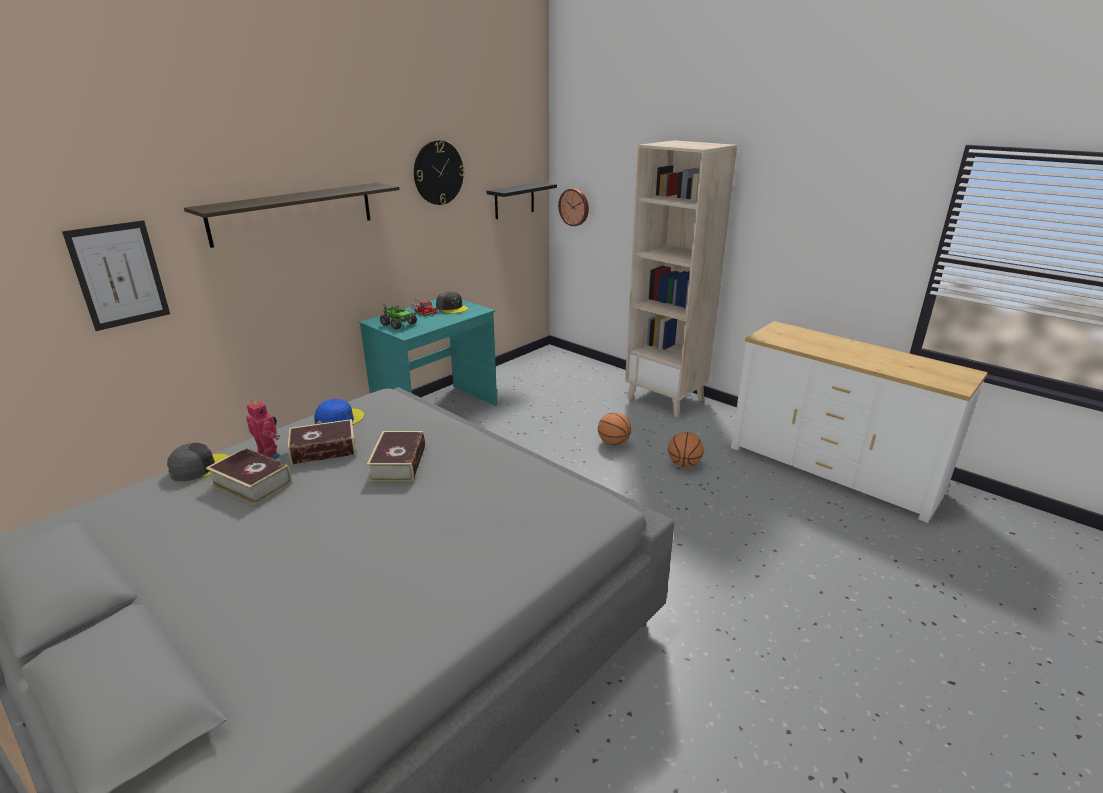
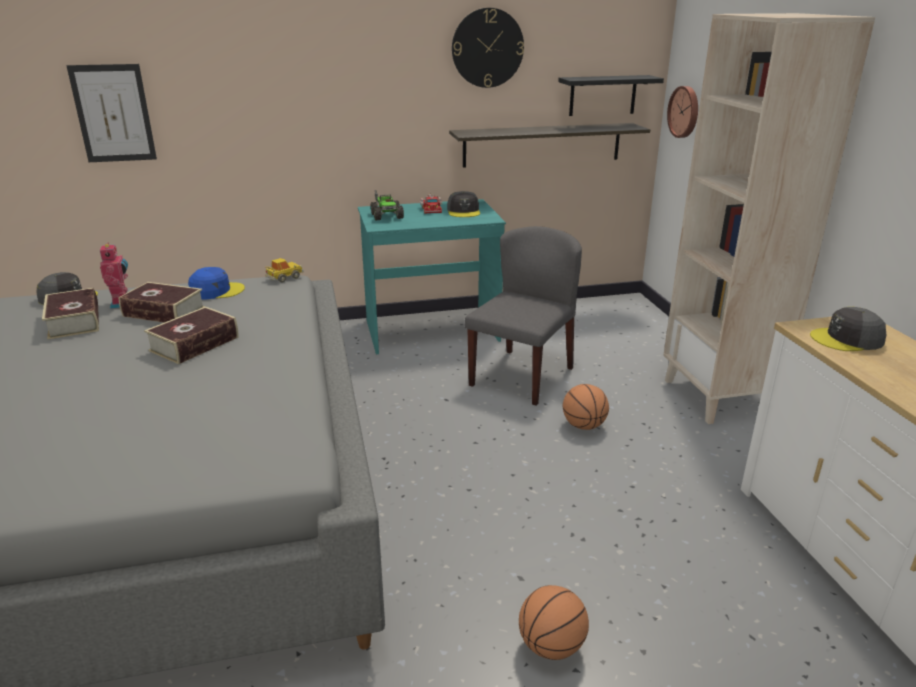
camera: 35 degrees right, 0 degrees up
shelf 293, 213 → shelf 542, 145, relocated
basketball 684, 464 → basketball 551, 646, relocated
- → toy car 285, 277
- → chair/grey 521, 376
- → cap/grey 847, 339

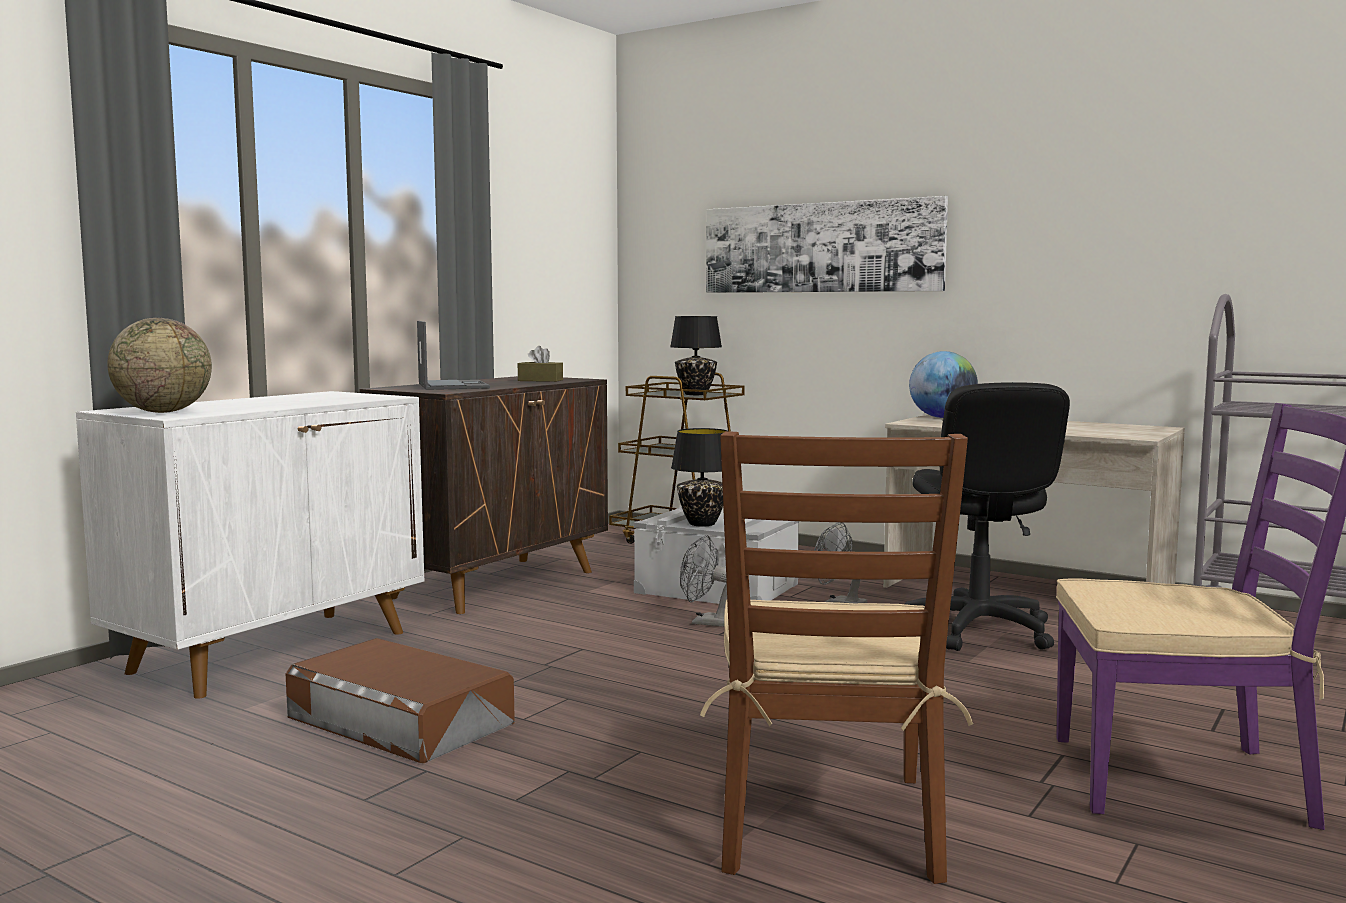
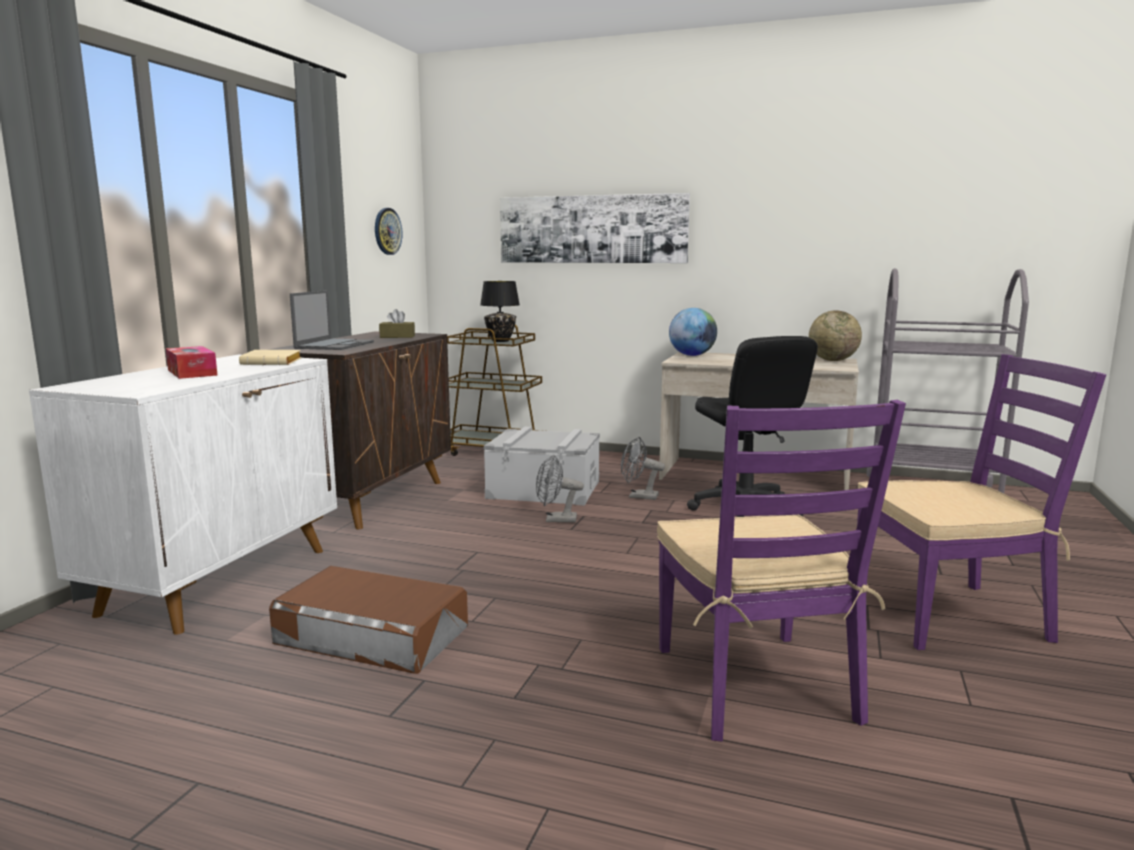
camera: 15 degrees left, 5 degrees up
globe 163, 412 → globe 832, 360, relocated
laptop 452, 386 → laptop 335, 345, 45 degrees clockwise
table lamp/black 703, 524 → -
chair/brown 827, 823 → chair/purple 756, 684
- → tissue box 192, 372
- → book/beige 273, 363
- → wall clock 387, 231

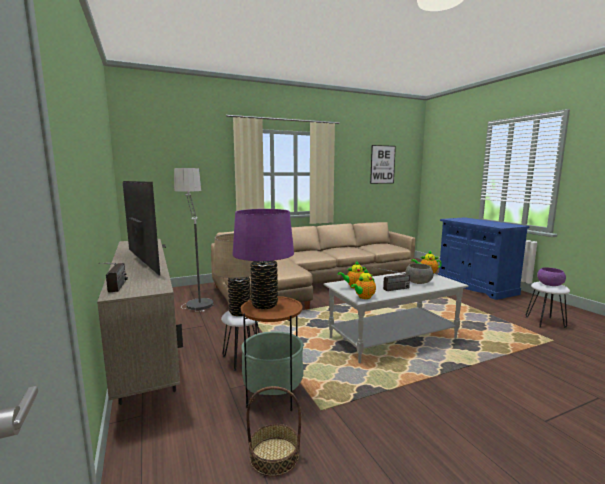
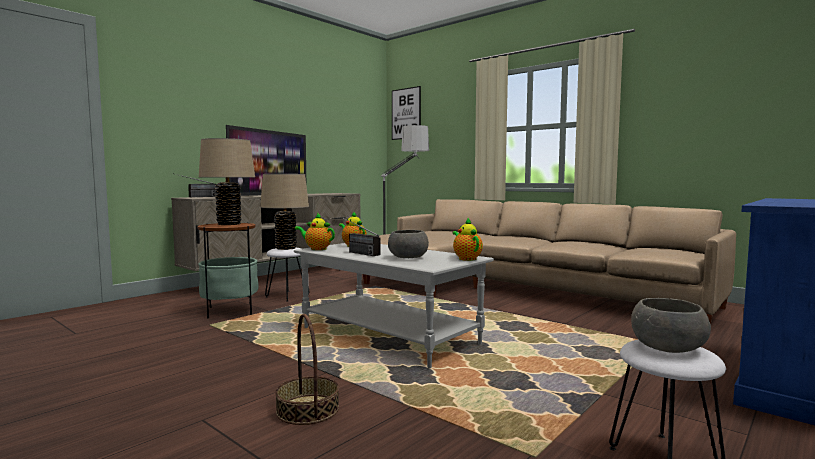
camera: 65 degrees right, 5 degrees down
table lamp/purple 264, 305 → table lamp/beige 229, 224
basket 274, 456 → basket 307, 409, relocated
picture 382, 164 → picture 406, 113, relocated
bowl/purple 550, 284 → bowl/grey 667, 348

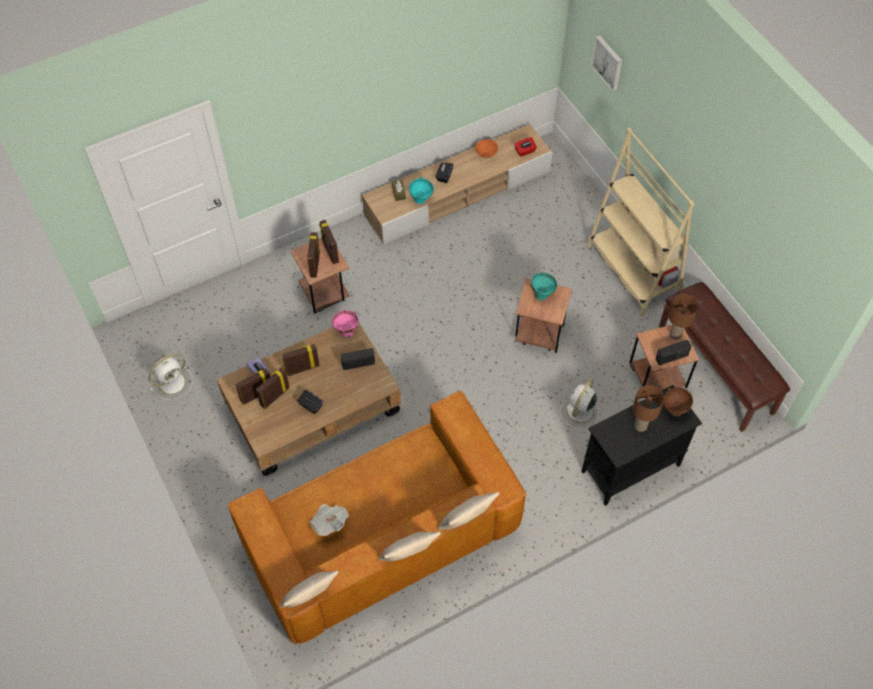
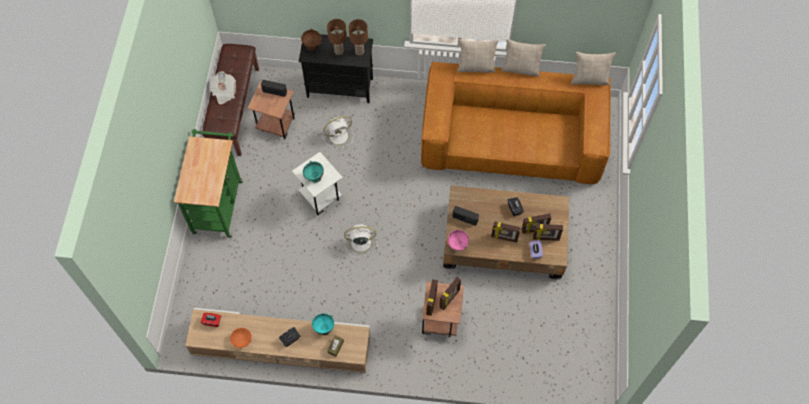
camera: 145 degrees left, 5 degrees up
fan/white 173, 382 → fan/white 360, 242, relocated
newspaper 329, 522 → newspaper 224, 92, relocated
side table/brown 539, 335 → side table/white 320, 197
bookcase/beige 633, 270 → cart/green 218, 202
picture 608, 62 → -
table lamp/brown 675, 334 → table lamp/brown 359, 51, relocated

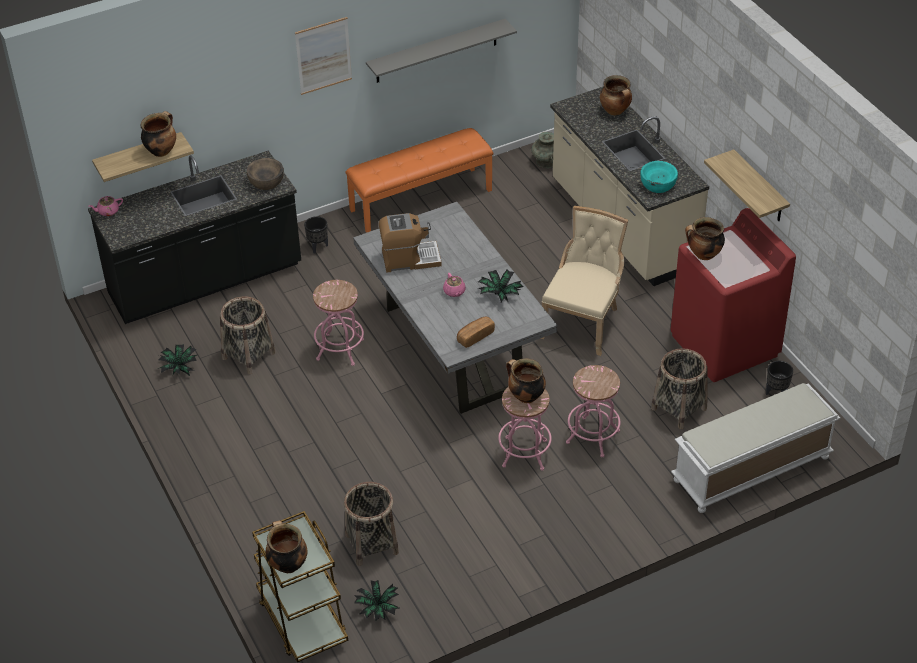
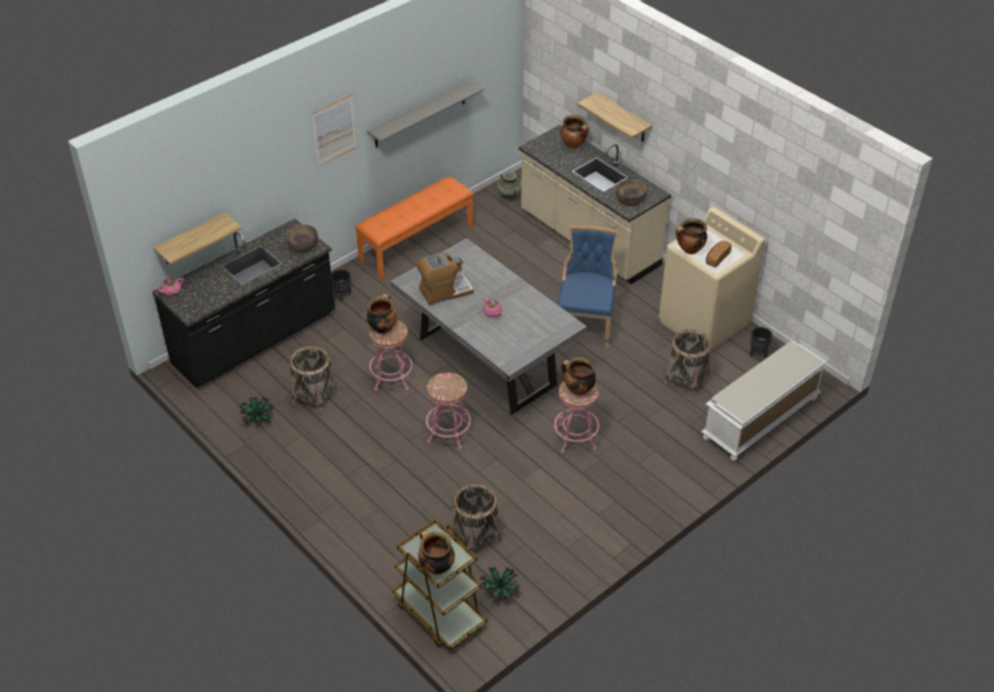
camera: 15 degrees left, 0 degrees up
cooking pot 161, 150 → cooking pot 382, 328, relocated
bread 475, 336 → bread 717, 258, relocated
potted plant 499, 294 → -
chair/beige 583, 322 → chair/blue 585, 322
stool/pink 593, 437 → stool/pink 448, 433, relocated
bowl/turquoise 658, 184 → bowl/brown 630, 199
washing machine/red 725, 346 → washing machine/beige 704, 323
shelf 759, 188 → shelf 623, 118, relocated

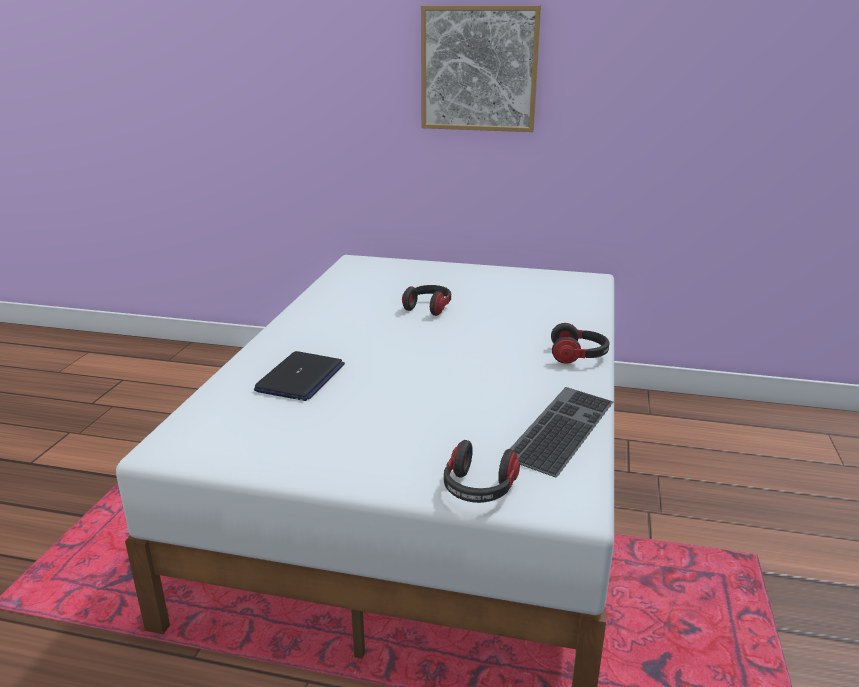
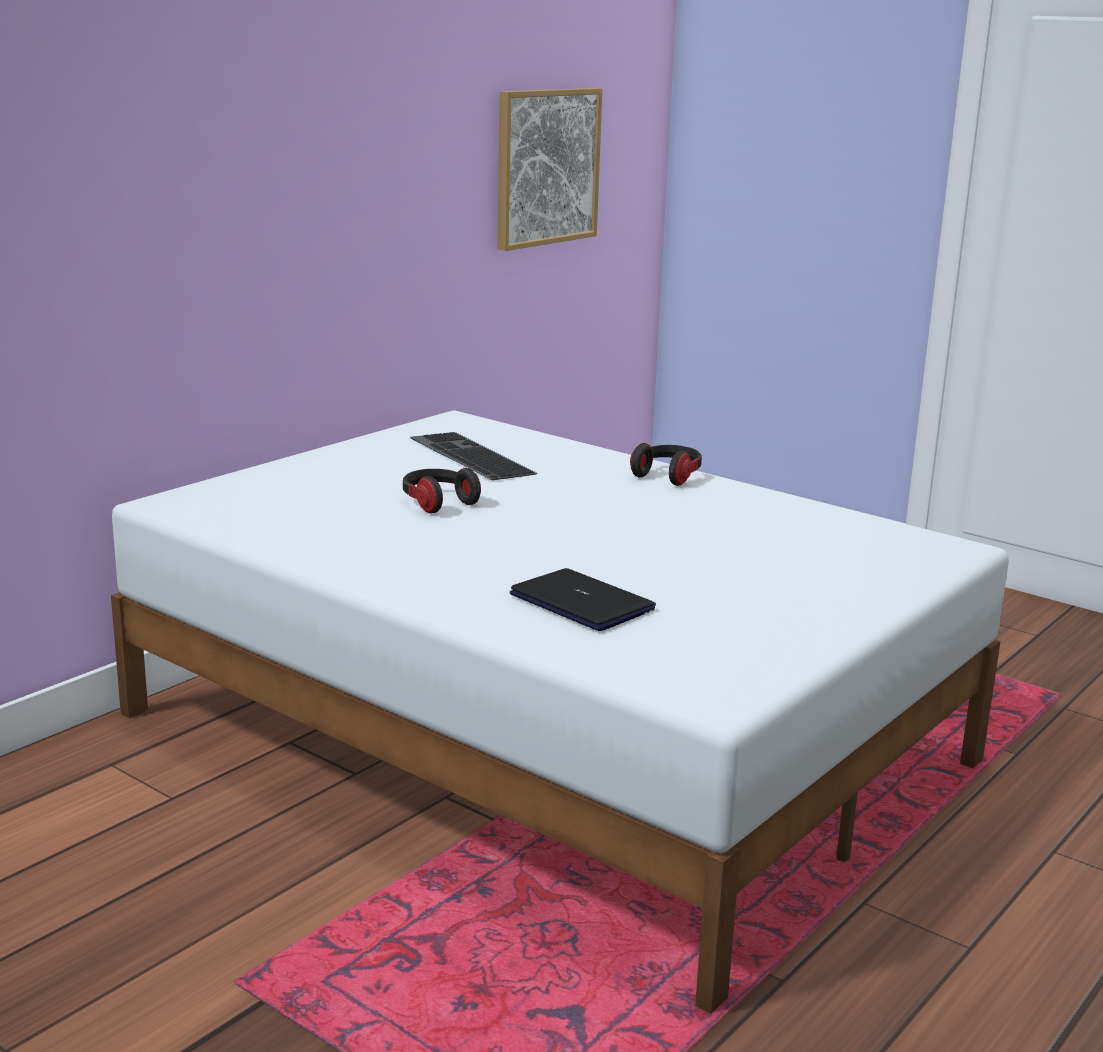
camera: 65 degrees left, 5 degrees down
picture 479, 69 → picture 546, 167, relocated
headphones 478, 489 → -
keyboard 559, 427 → keyboard 468, 456, relocated

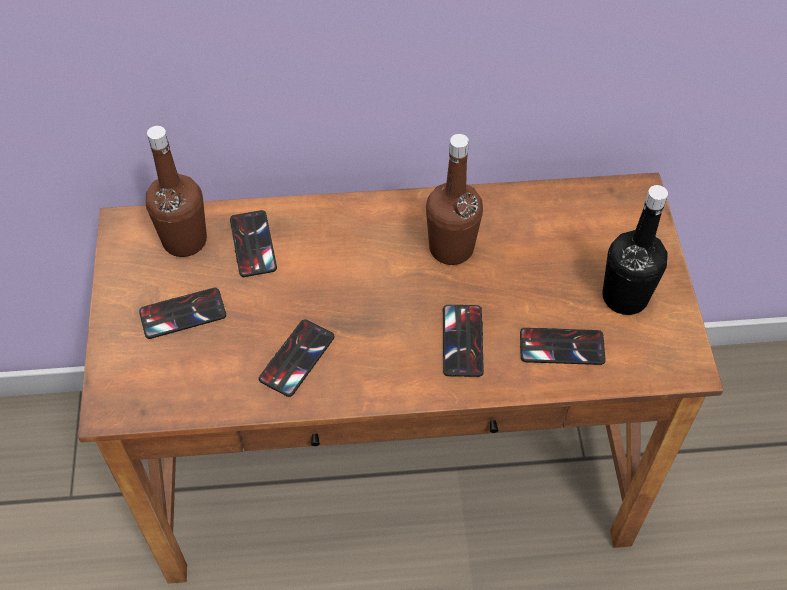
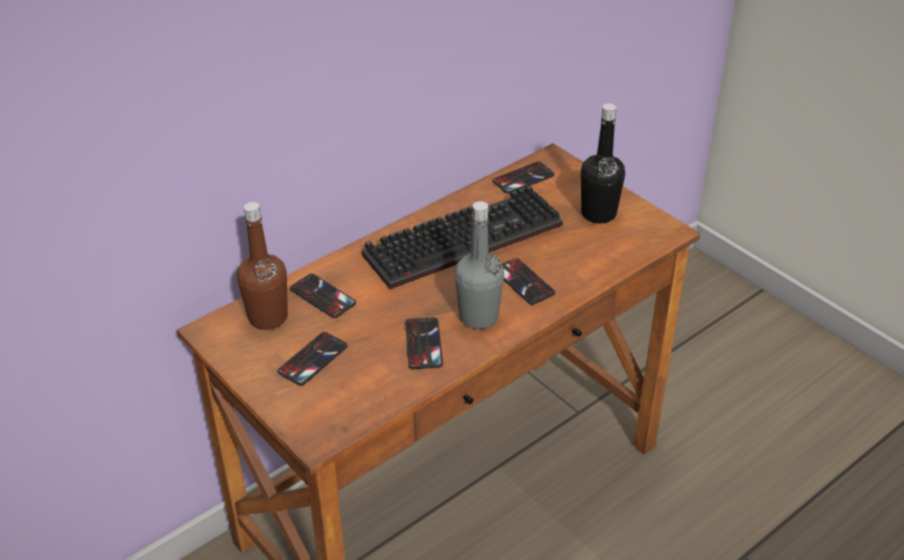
camera: 35 degrees left, 15 degrees down
bottle/brown 451, 248 → keyboard 464, 237
phone 562, 347 → phone 523, 178, relocated
- → bottle/grey 478, 317

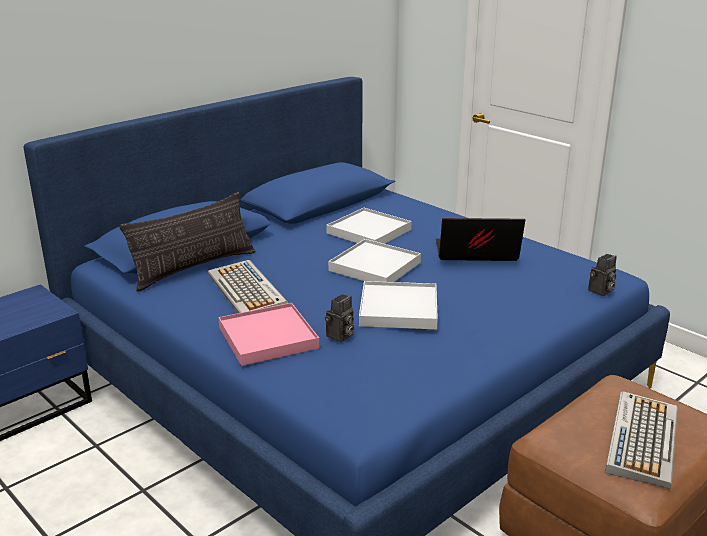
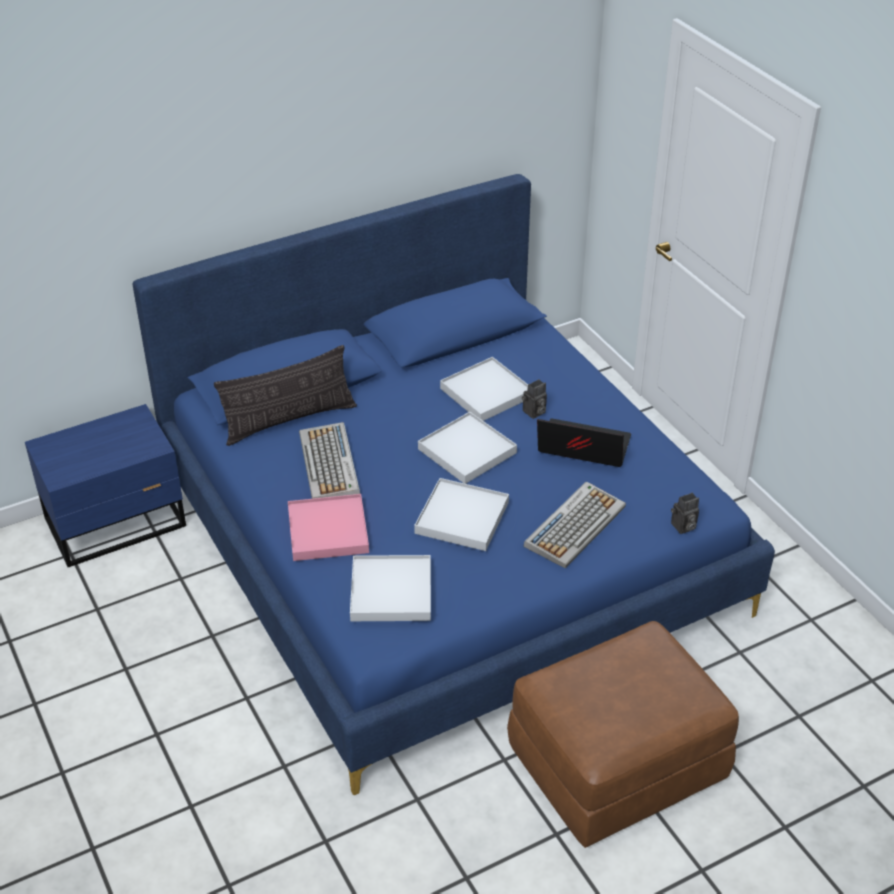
camera: 15 degrees right, 15 degrees up
photo camera 340, 336 → photo camera 534, 413, relocated
keyboard 641, 439 → keyboard 575, 525, relocated
- → tray/white 391, 591

